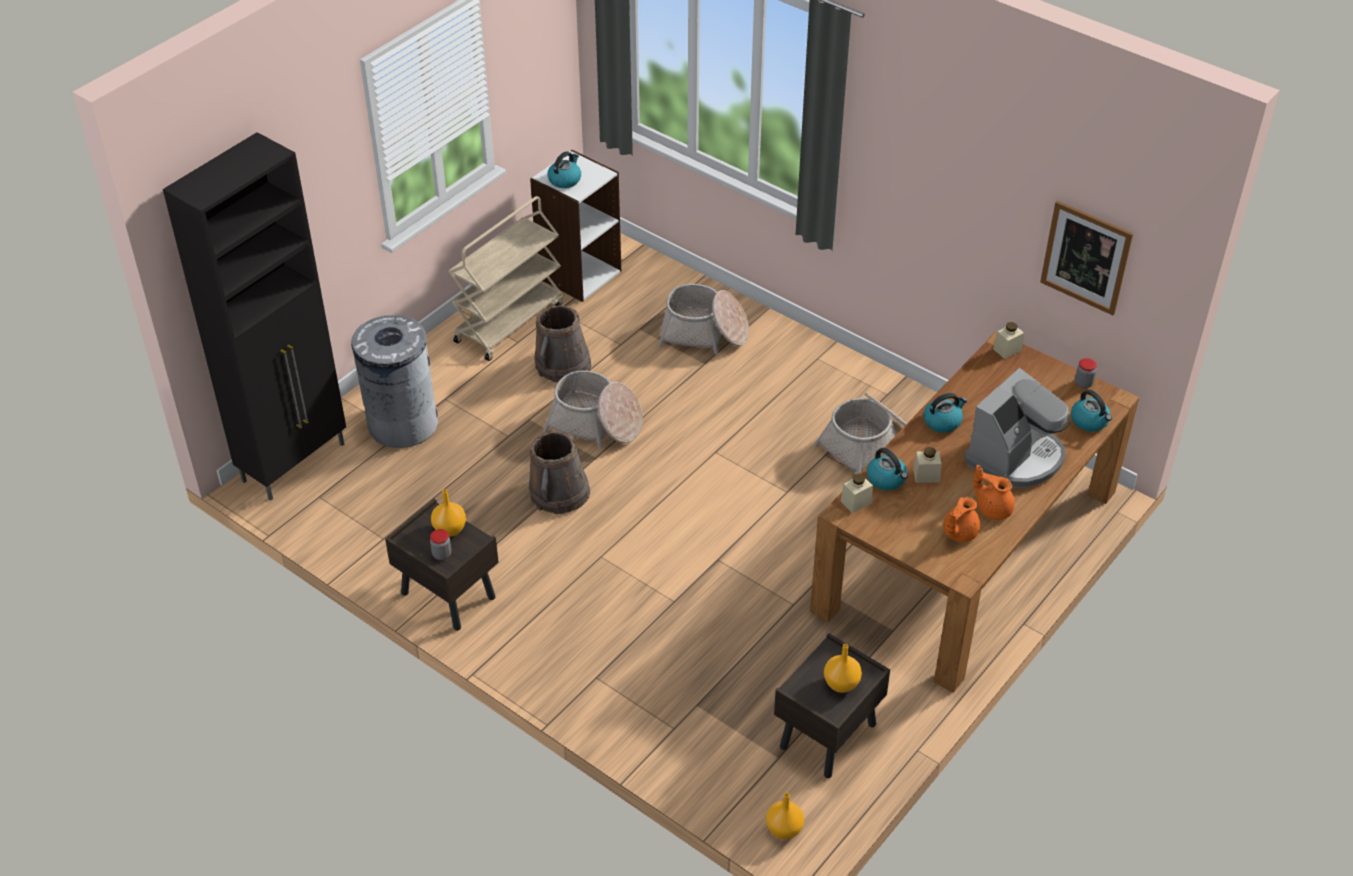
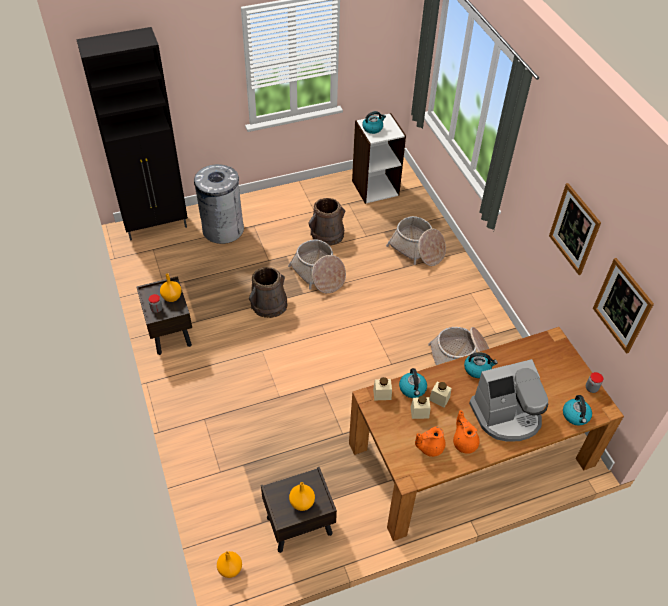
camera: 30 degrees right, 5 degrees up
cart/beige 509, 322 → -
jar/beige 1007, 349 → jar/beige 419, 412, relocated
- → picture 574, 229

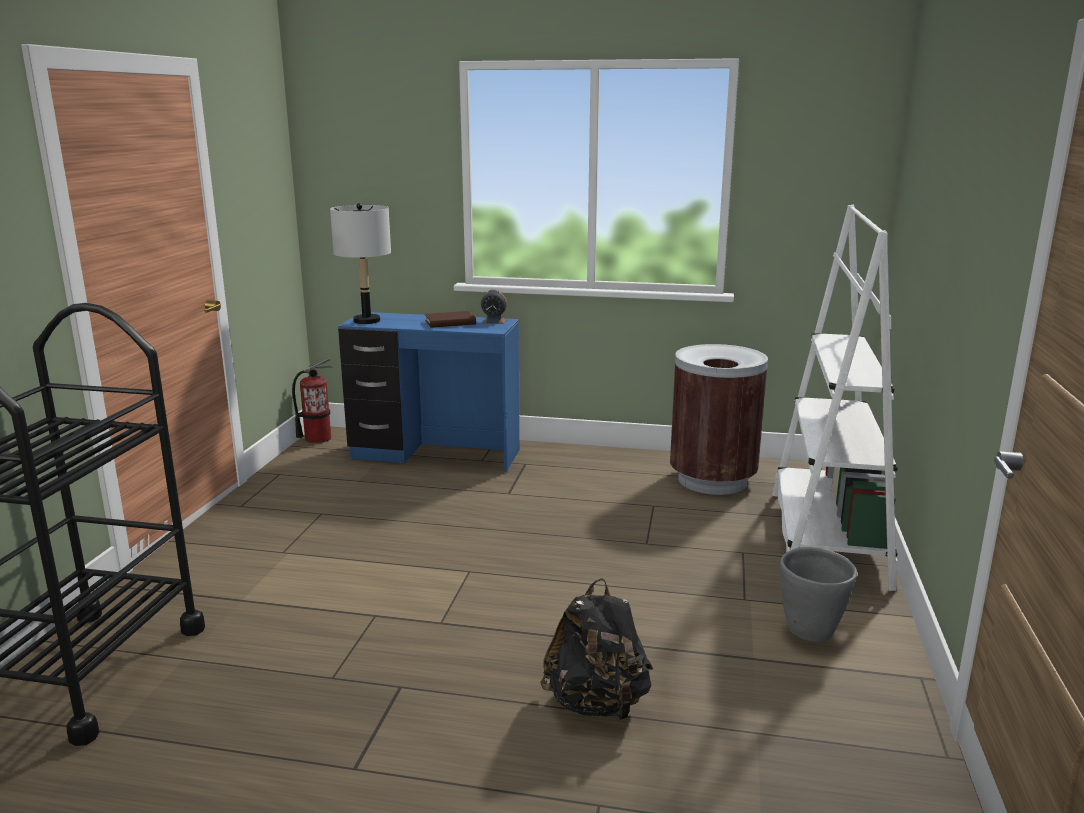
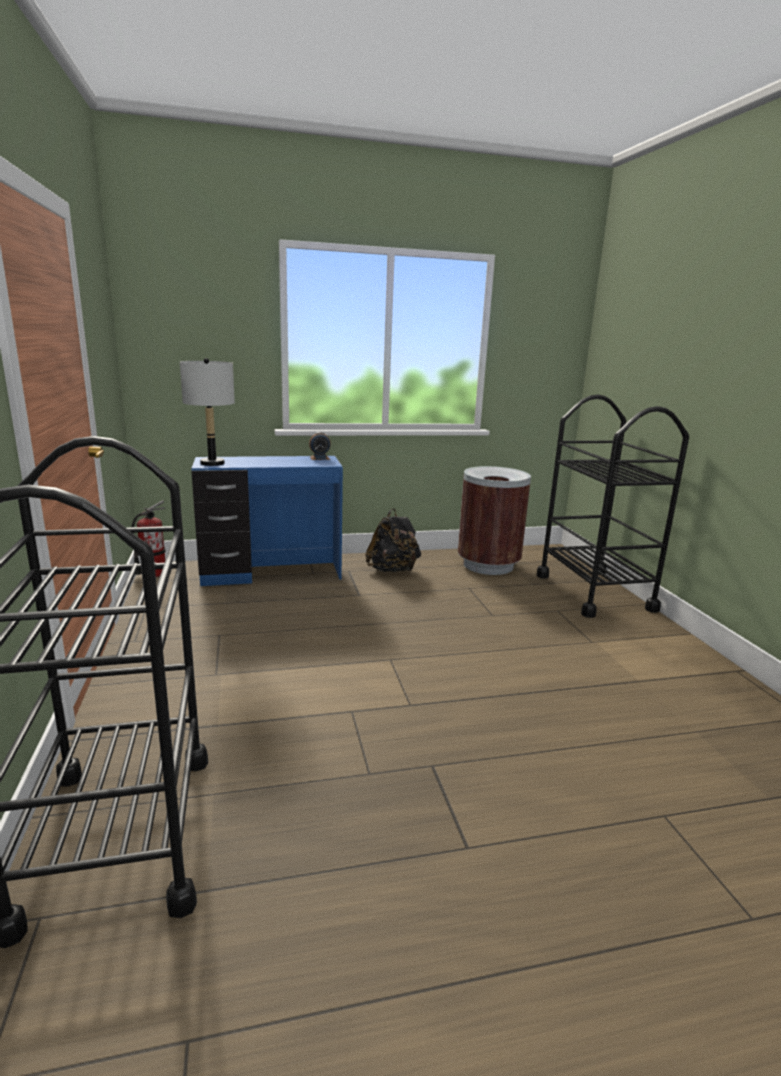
camera: 25 degrees left, 0 degrees up
book/brown 450, 323 → -
backpack/black 597, 703 → backpack/black 393, 570, relocated
bookcase/white 827, 538 → cart/black 594, 592
planter/grey 811, 632 → -

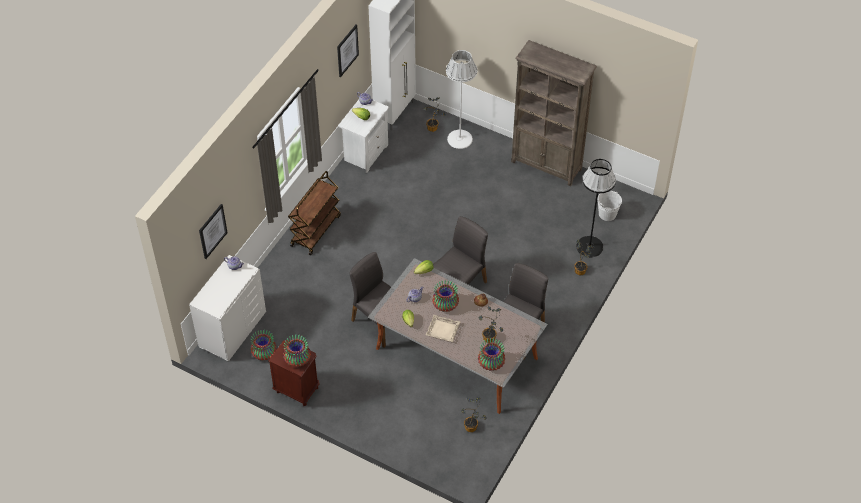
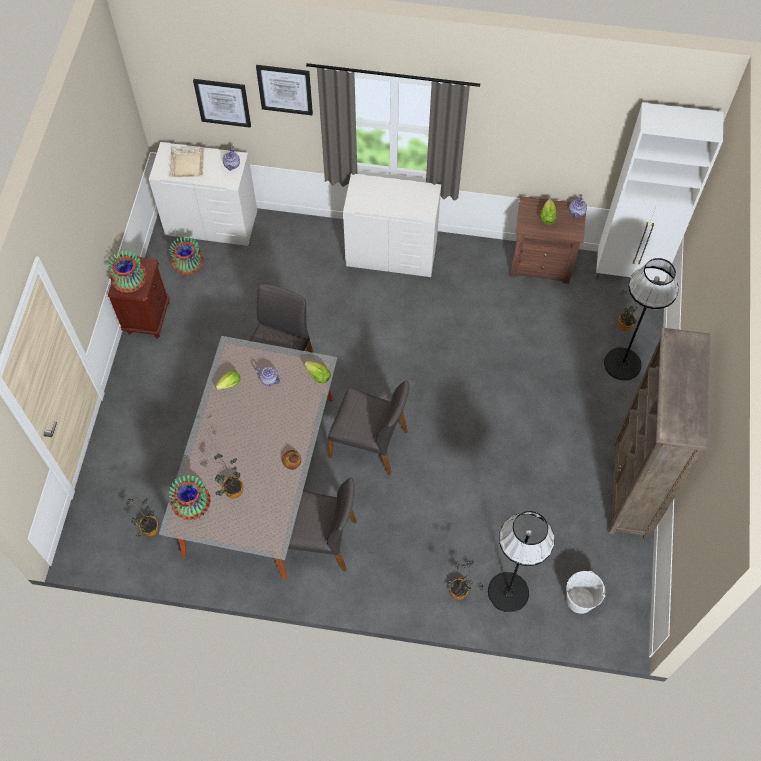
camera: 70 degrees right, 10 degrees up
cart/brown 315, 230 → dresser/white 391, 253
picture 347, 50 → picture 285, 89, relocated
nightstand/white 365, 153 → nightstand/brown 541, 263
tray/beige 443, 330 → tray/beige 188, 165, relocated
vase 445, 305 → -
floor lamp/white 460, 139 → floor lamp/black 622, 364

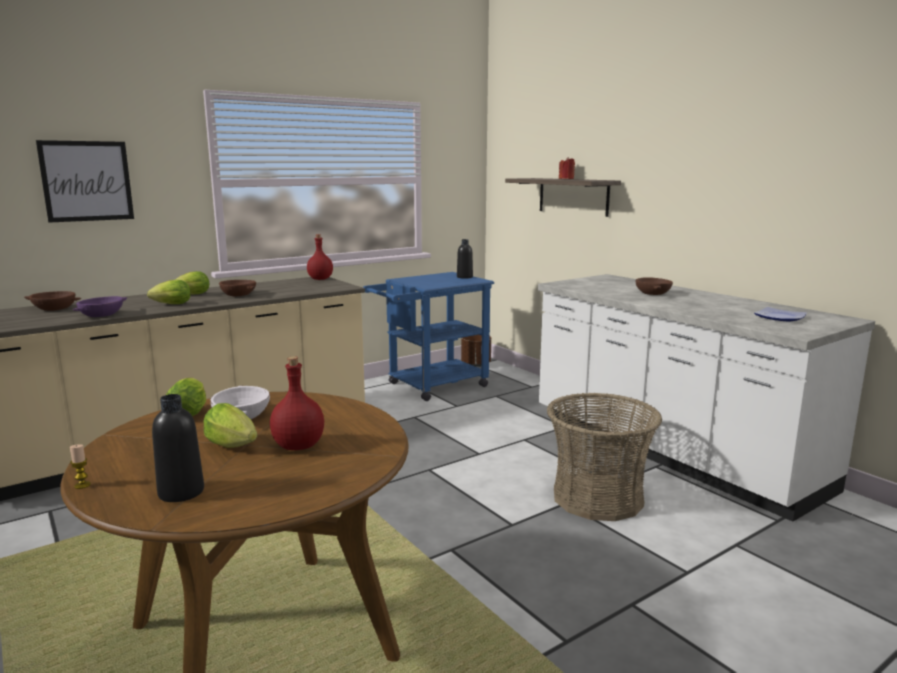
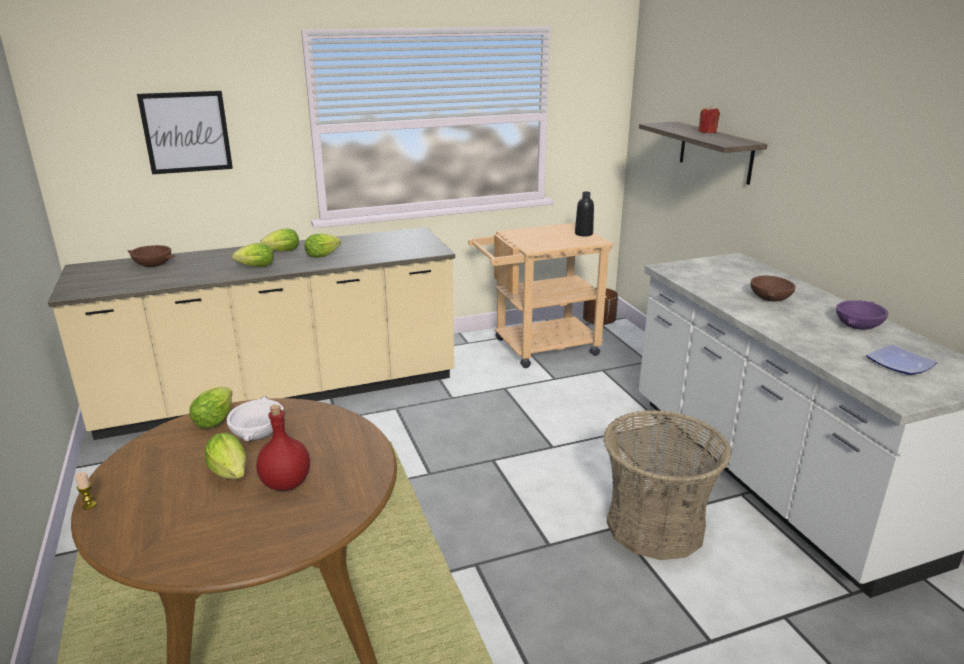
camera: 15 degrees right, 10 degrees up
bowl/purple 102, 315 → bowl/purple 859, 325, relocated
bottle/black 181, 492 → -
bowl/brown 238, 294 → lettuce 324, 255
bottle/red 320, 279 → -
cart/blue 430, 386 → cart/beige 537, 348

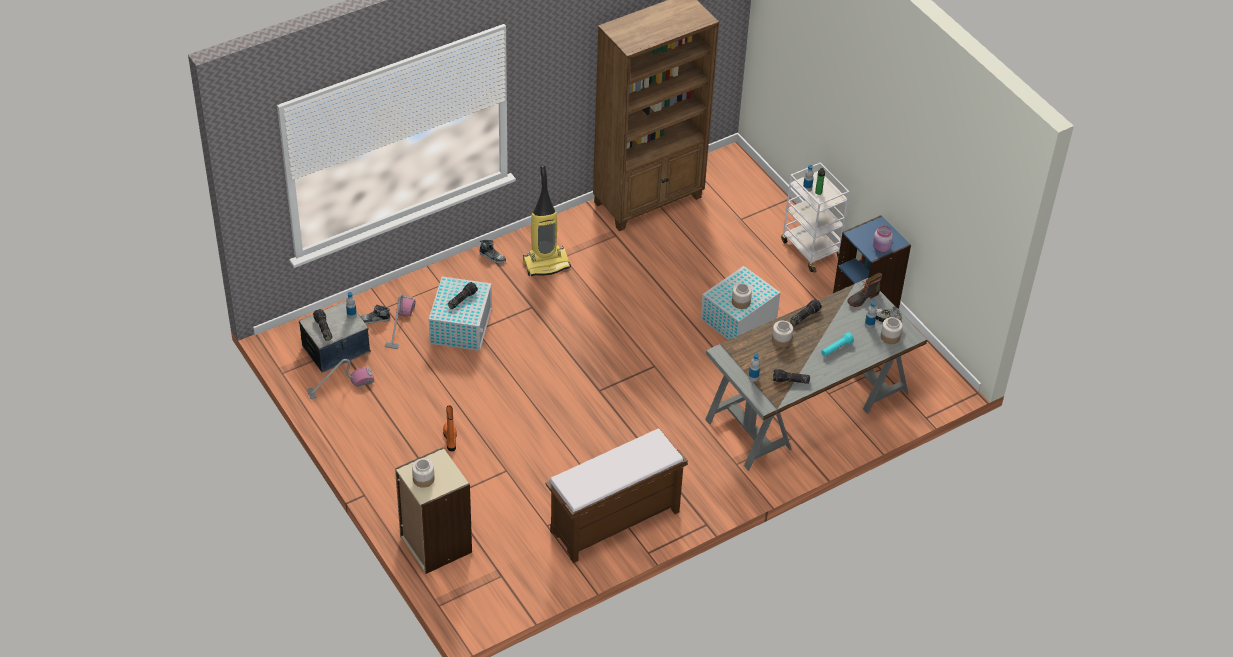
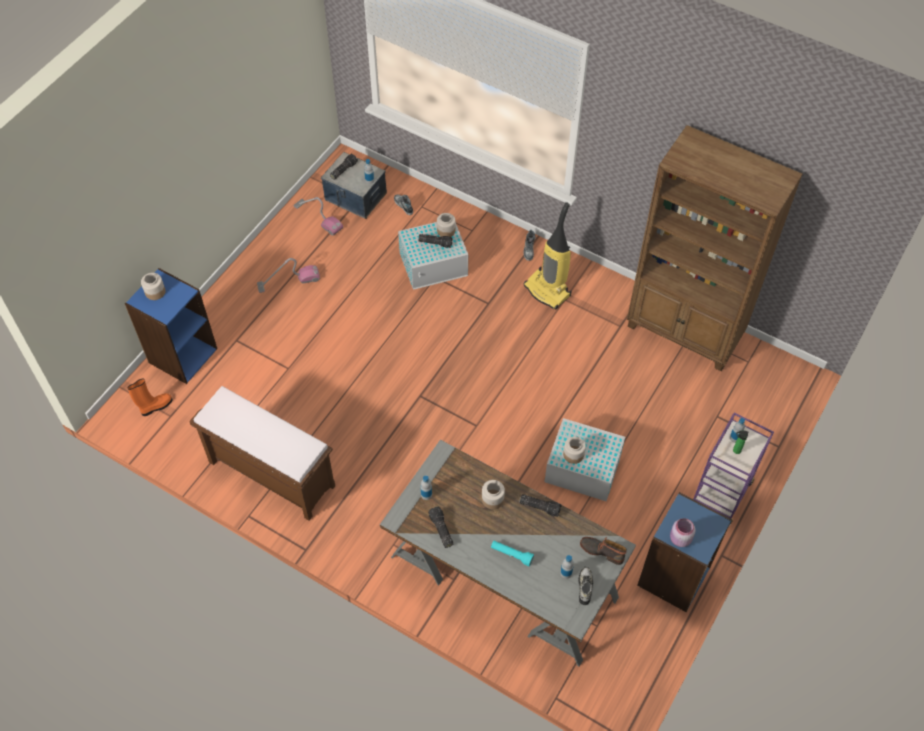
camera: 65 degrees right, 10 degrees up
vacuum cleaner 400, 325 → vacuum cleaner 288, 281, relocated
bookcase/beige 435, 544 → bookcase/blue 182, 355
boot/orange 450, 439 → boot/orange 155, 407, relocated
cart/white 810, 249 → cart/purple 720, 493
jar 890, 337 → jar 446, 230, relocated

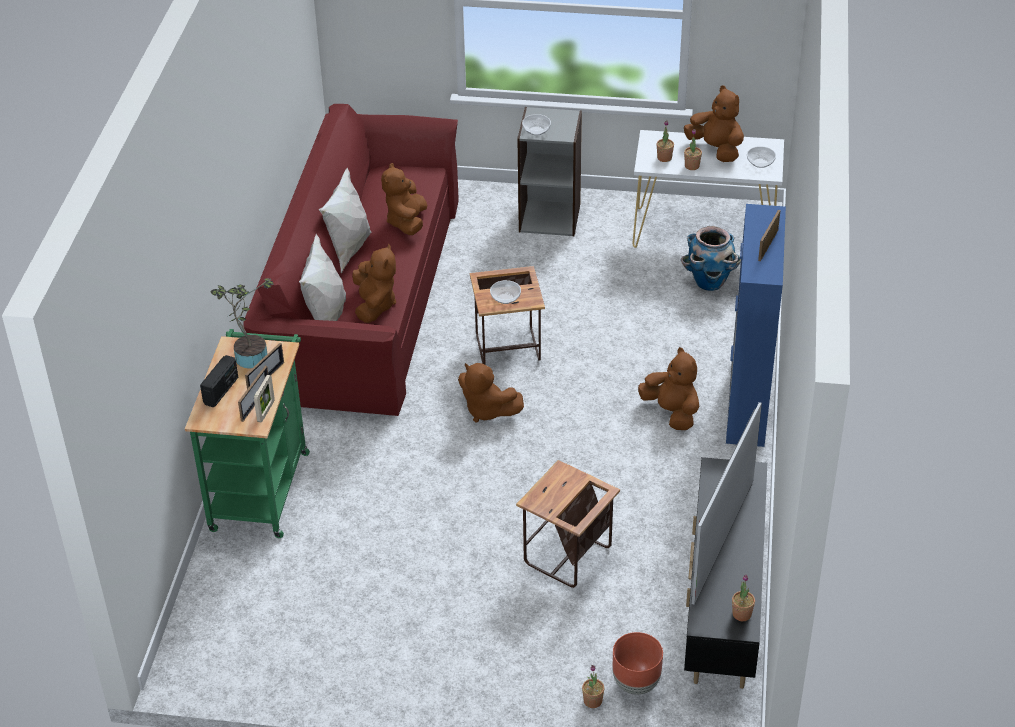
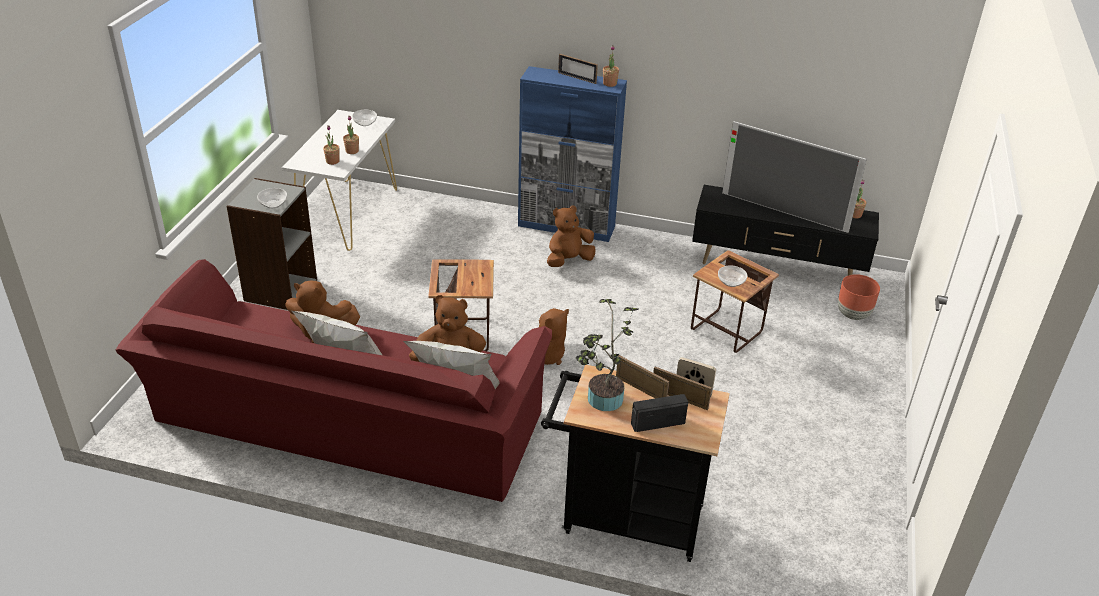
camera: 85 degrees left, 5 degrees down
cart/green 261, 485 → cart/black 624, 518
radio 221, 390 → radio 657, 423, 45 degrees counterclockwise
bowl 505, 298 → bowl 730, 282, relocated
potted plant 592, 701 → potted plant 610, 84, relocated
planter 709, 282 → -
plush toy/brown 716, 149 → -

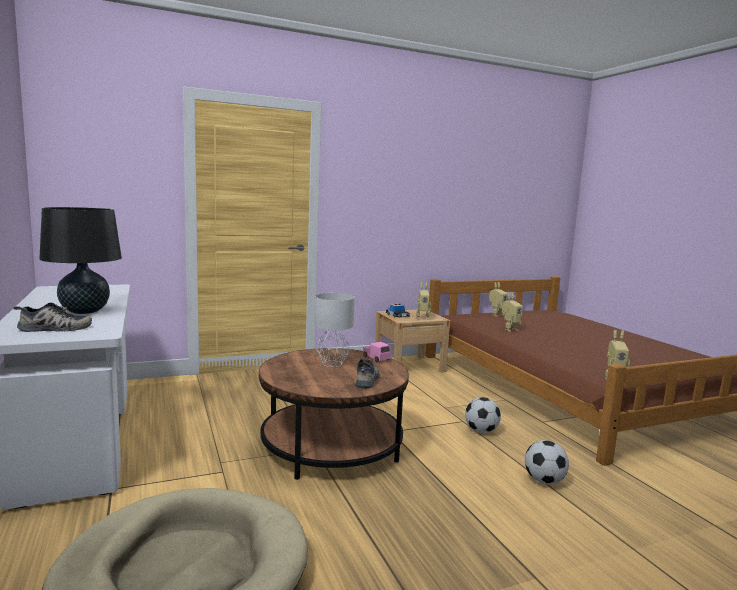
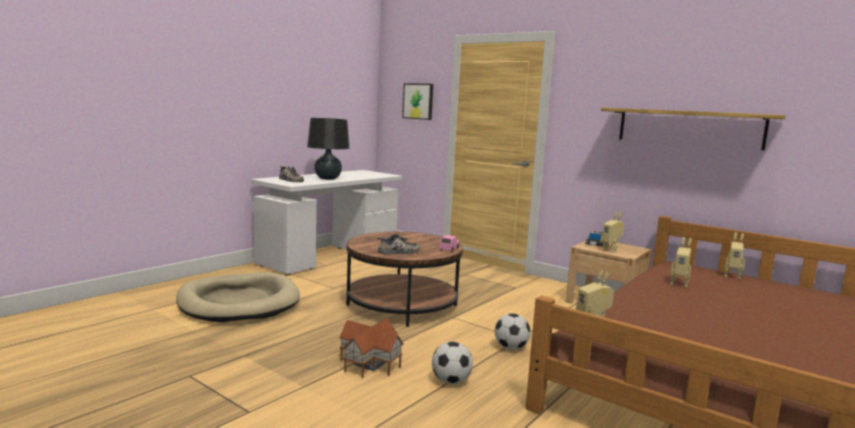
camera: 60 degrees right, 0 degrees up
table lamp/grey 331, 364 → -
- → toy house 370, 363
- → picture 418, 101
- → shelf 689, 128

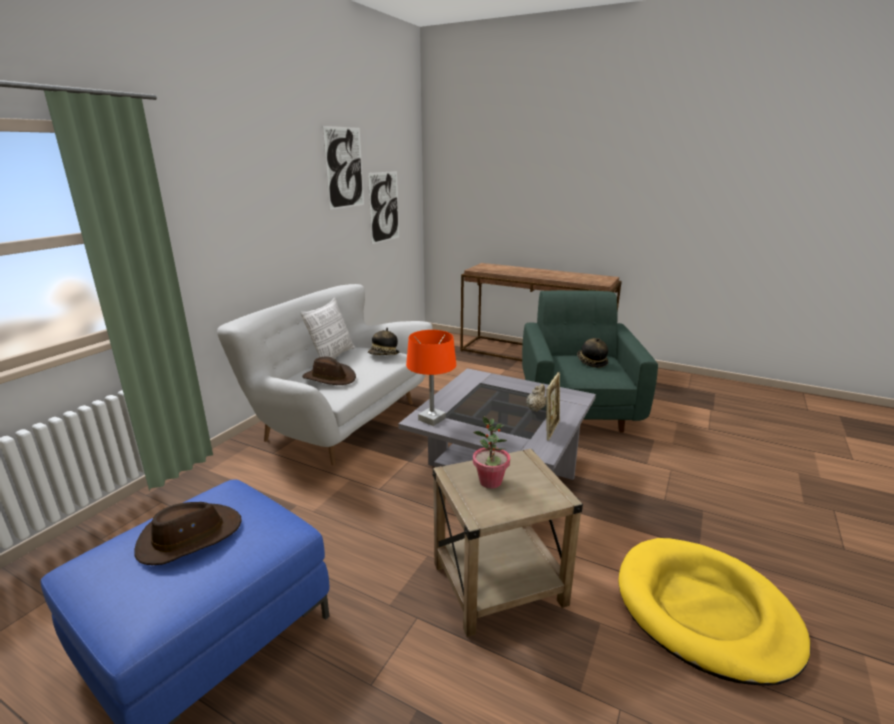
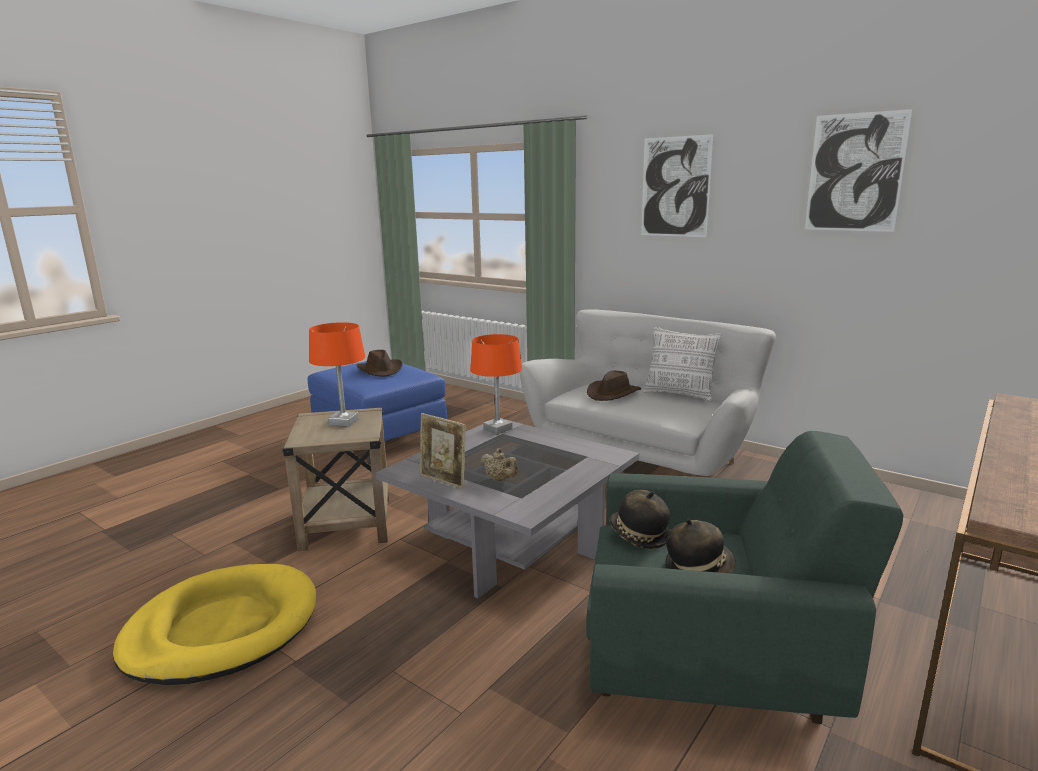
camera: 100 degrees right, 5 degrees down
picture 384, 207 → picture 675, 187, relocated
hat 383, 355 → hat 638, 536, relocated
potted plant 490, 482 → table lamp/orange 343, 422

